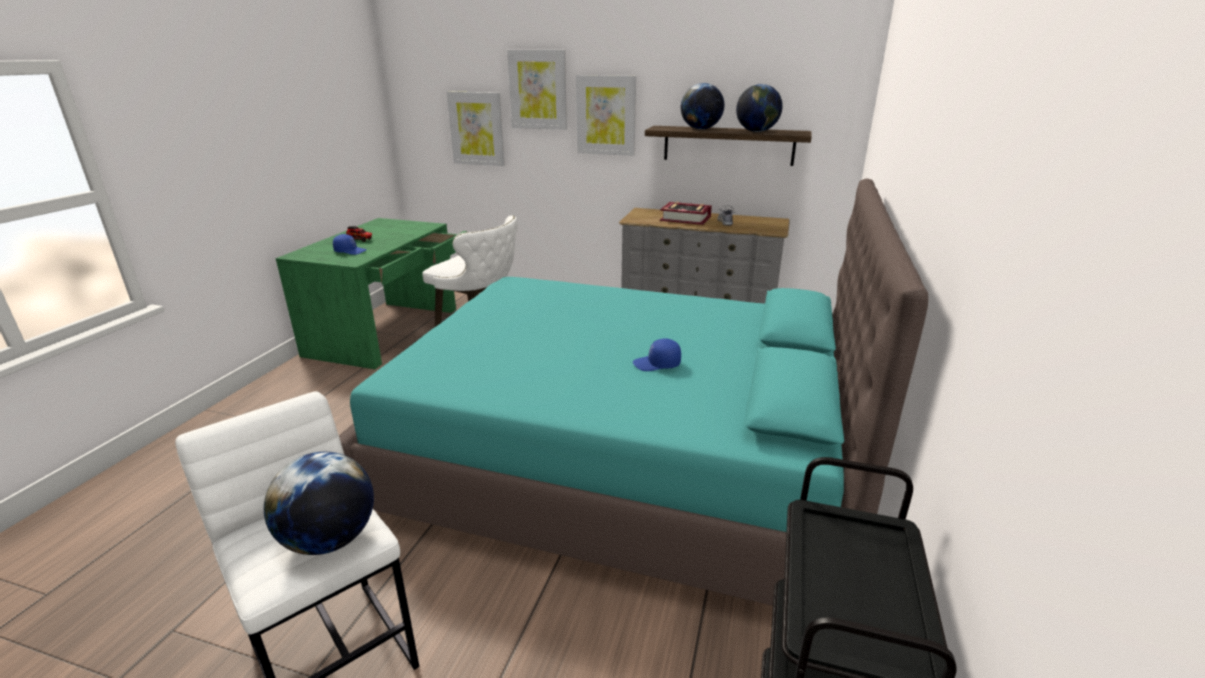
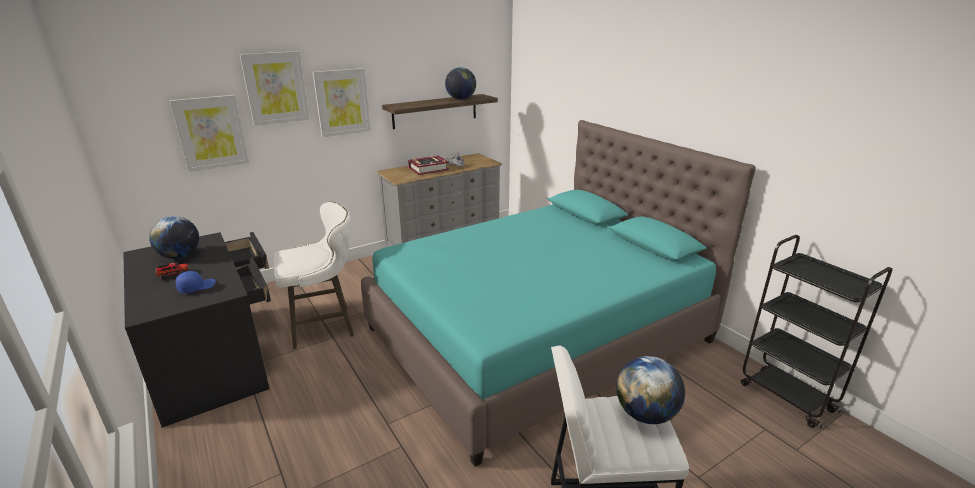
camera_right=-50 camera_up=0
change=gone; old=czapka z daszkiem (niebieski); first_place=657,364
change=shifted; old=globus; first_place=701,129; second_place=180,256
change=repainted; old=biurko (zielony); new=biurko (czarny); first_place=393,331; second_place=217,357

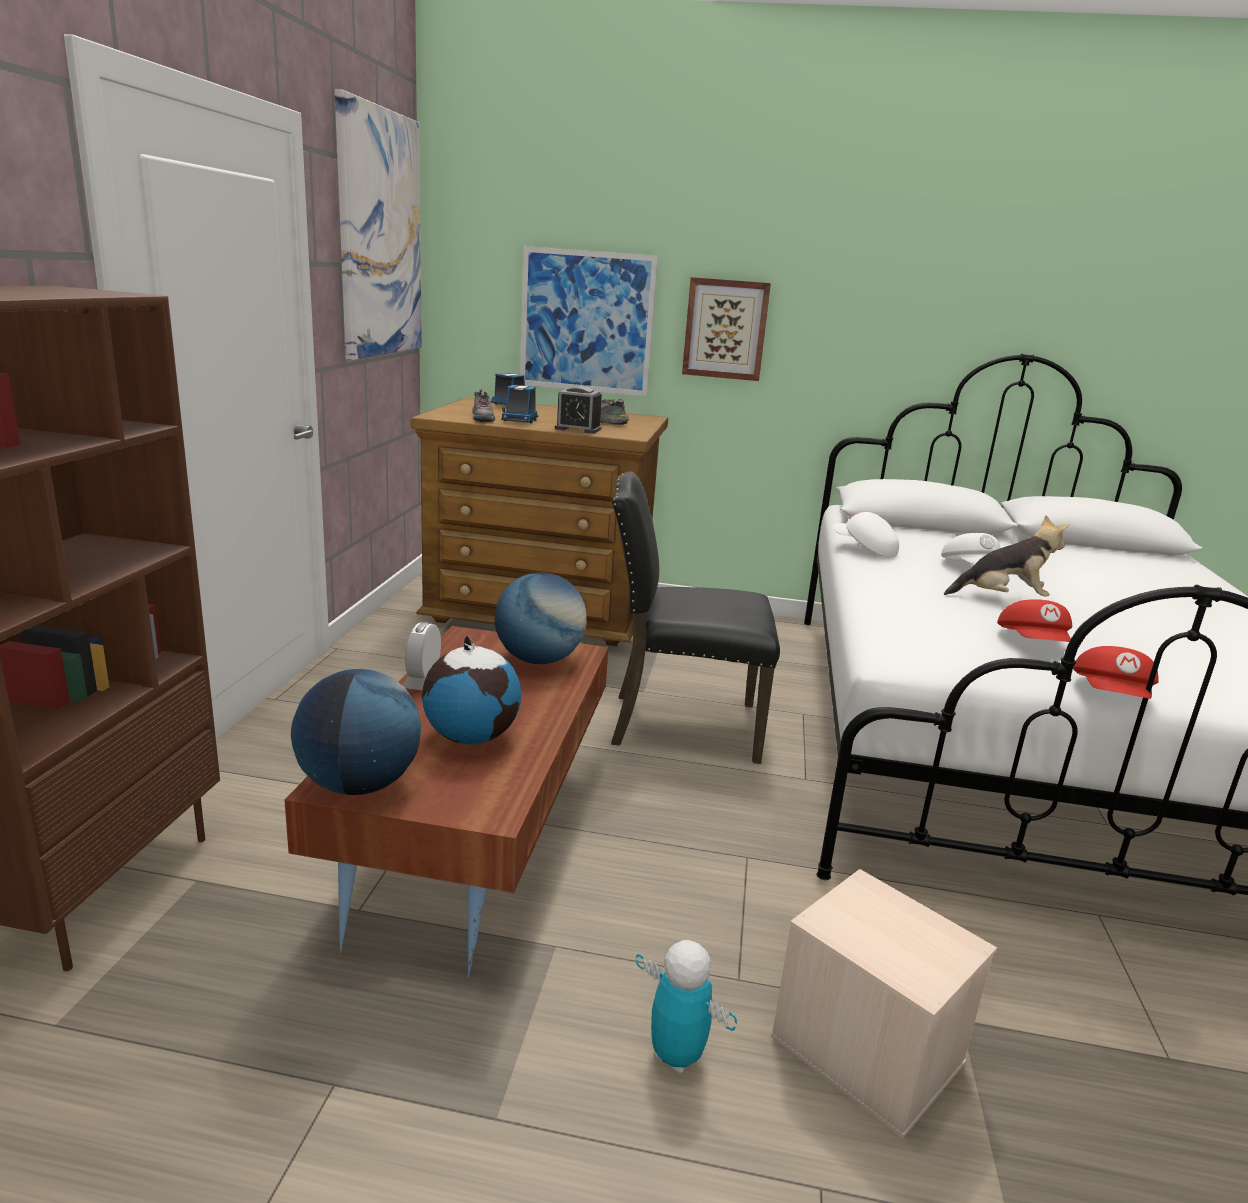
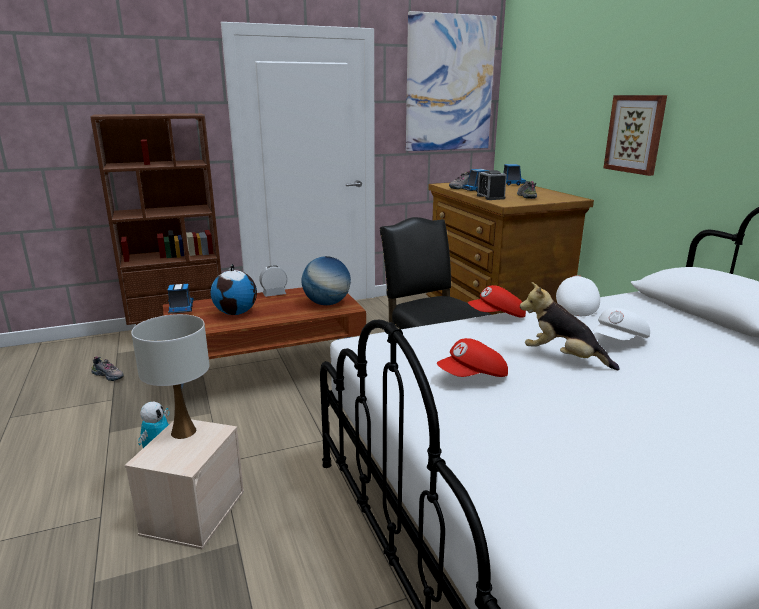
camera_right=60 camera_up=0
change=gone; old=obraz; first_place=586,322
change=new; new=but; second_place=109,376
change=new; new=lampa stołowa (biały); second_place=183,432
change=shifted; old=czapka z daszkiem (czerwony); first_place=1111,696; second_place=497,316
change=swapped; old=globus; new=ciężarówka zabawkowa; first_place=359,784; second_place=181,309
change=rotated; old=pluszak; first_place=1002,598; second_place=563,358; degrees=150

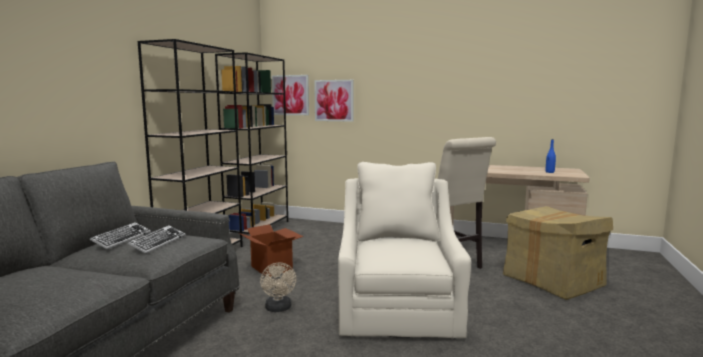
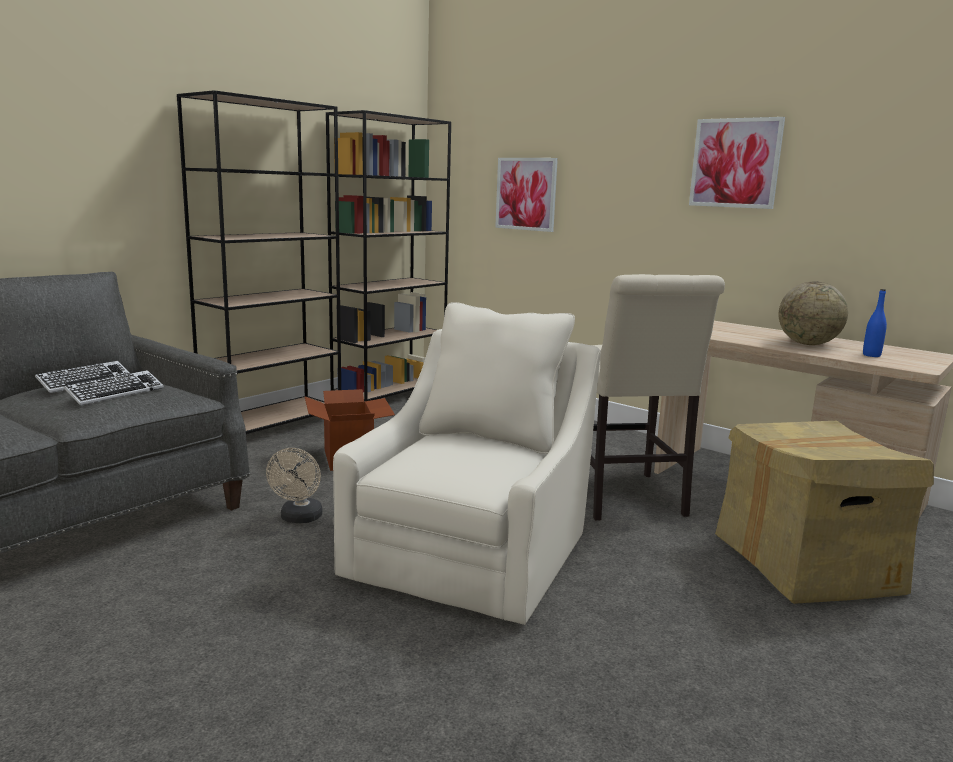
camera_right=20 camera_up=5
change=new; new=globus; second_place=807,344
change=shifted; old=obraz; first_place=290,95; second_place=735,163

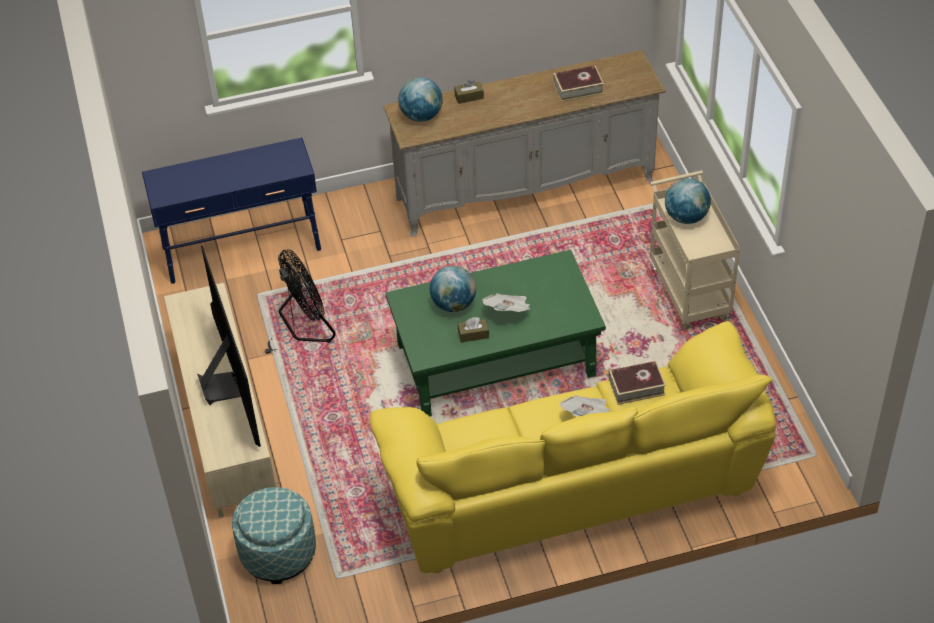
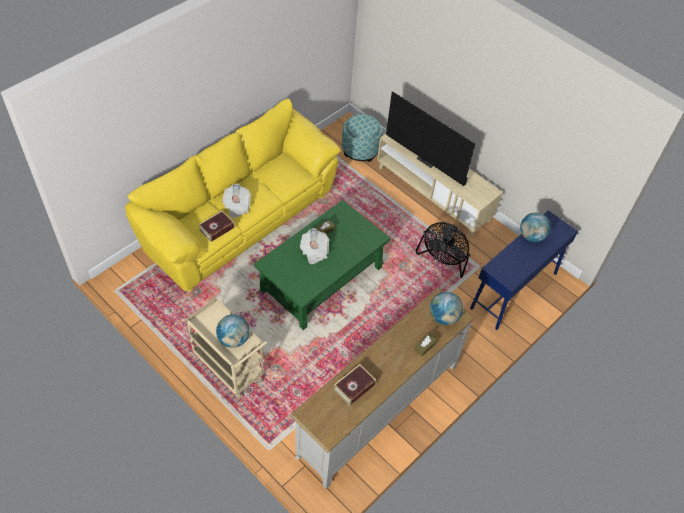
camera_right=145 camera_up=5
change=shifted; old=globus; first_place=453,304; second_place=531,236

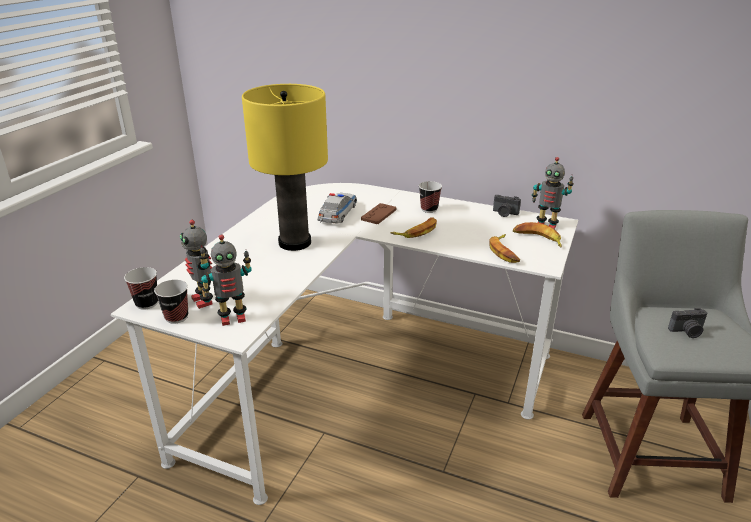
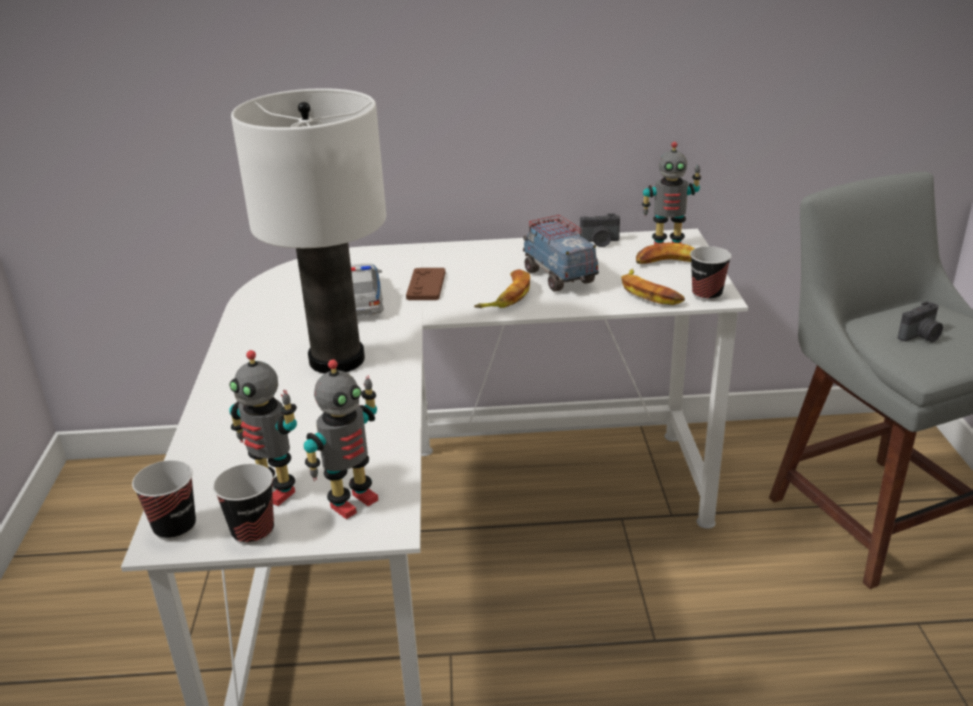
camera_right=-25 camera_up=0
change=new; new=ciężarówka zabawkowa; second_place=559,277
change=shifted; old=filiżanka; first_place=429,209; second_place=707,295
change=repainted; old=lampa stołowa (żółty); new=lampa stołowa (biały); first_place=295,243; second_place=338,360

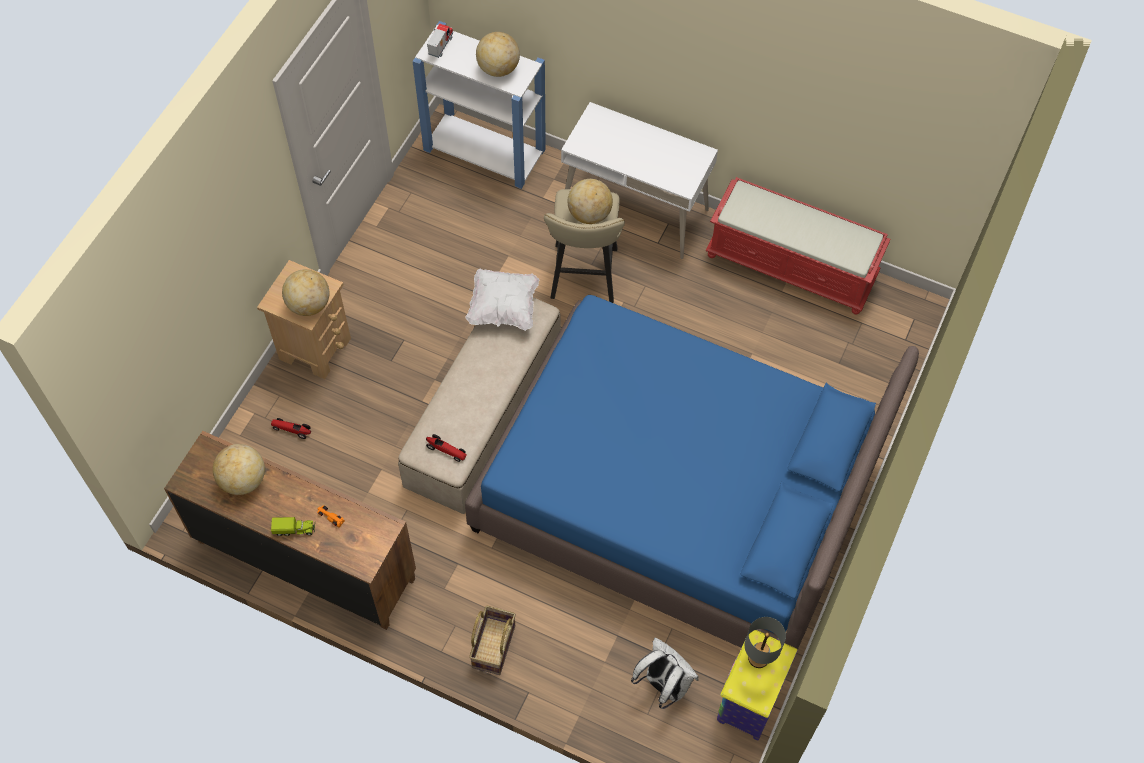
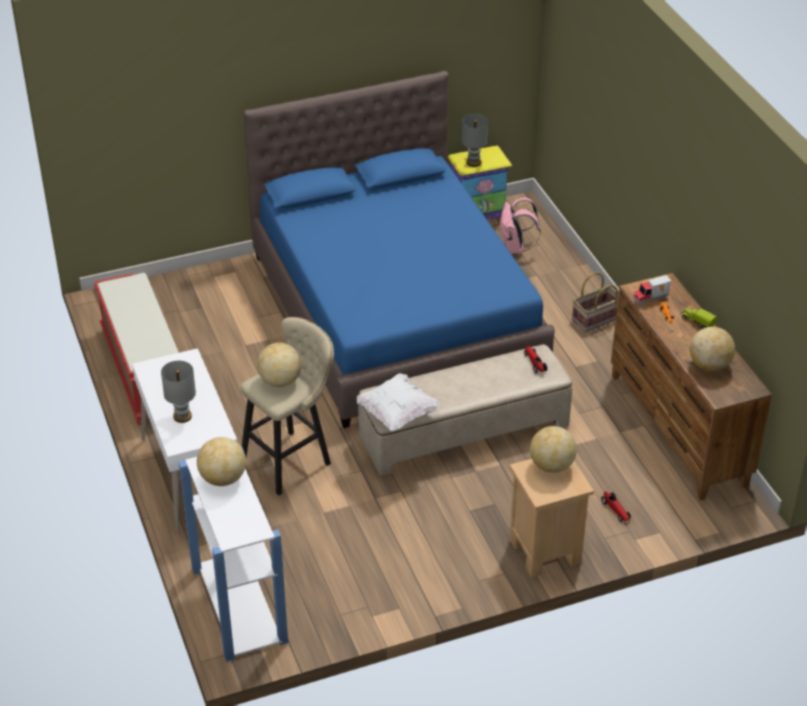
camera_right=-135 camera_up=-20
change=new; new=lampa stołowa (szary); second_place=183,416
change=shifted; old=ciężarówka zabawkowa; first_place=440,46; second_place=651,299
change=repainted; old=plecak (biały); new=plecak (różowy); first_place=663,685; second_place=515,249

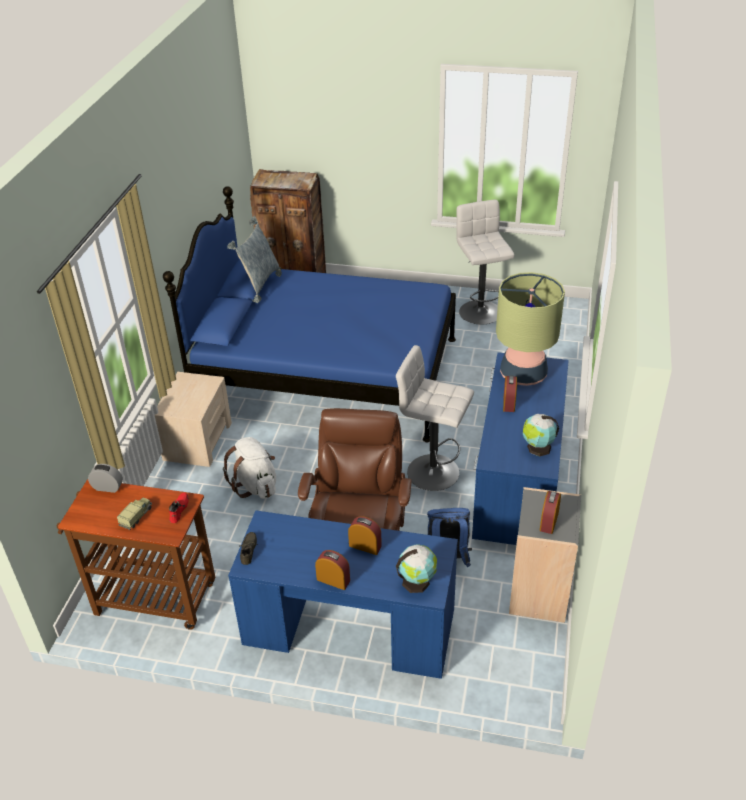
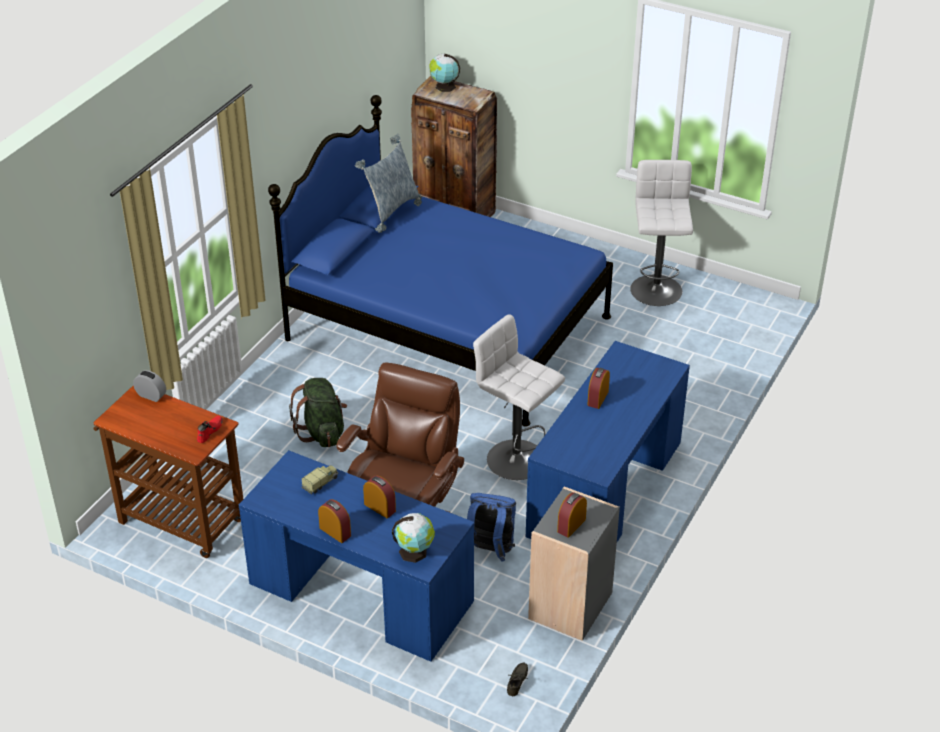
camera_right=15 camera_up=0
change=gone; old=szafka nocna (beżowy); first_place=198,440
change=gone; old=lampa stołowa; first_place=523,374
change=shifted; old=ciężarówka zabawkowa; first_place=136,516; second_place=321,483
change=shifted; old=but (szary); first_place=250,550; second_place=518,682
change=shifted; old=globus; first_place=537,448; second_place=444,86
change=repainted; old=plecak (biały); new=plecak (zielony); first_place=255,485; second_place=322,432

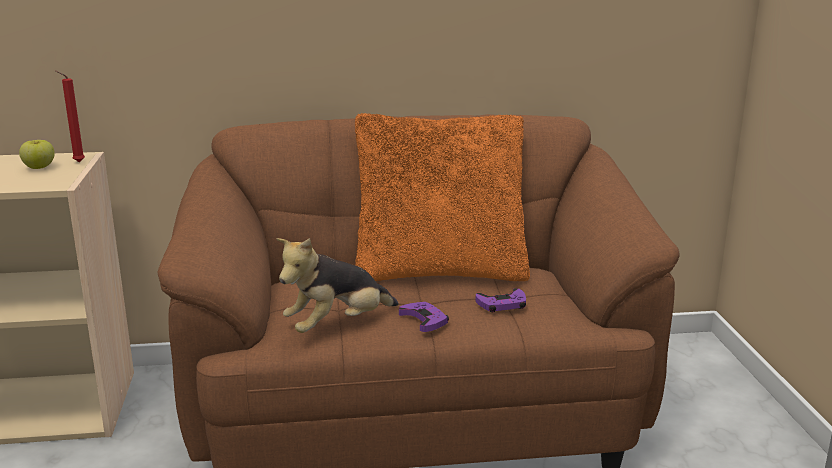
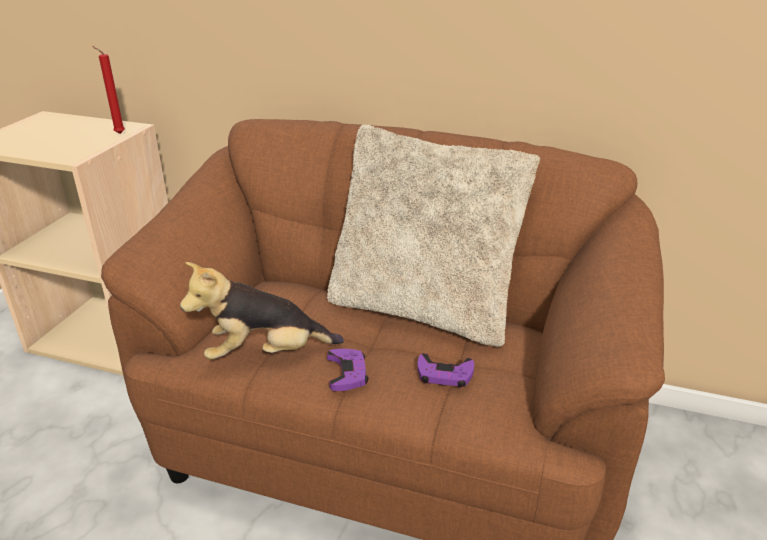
camera_right=25 camera_up=10
change=gone; old=jabłko; first_place=39,167
change=repainted; old=poduszka (pomarańczowy); new=poduszka (beżowy); first_place=441,267; second_place=424,304

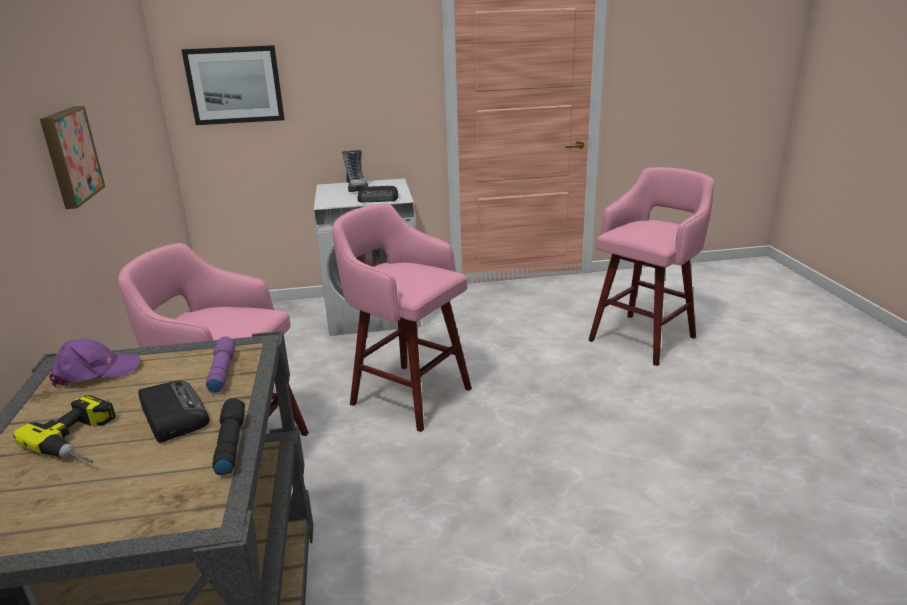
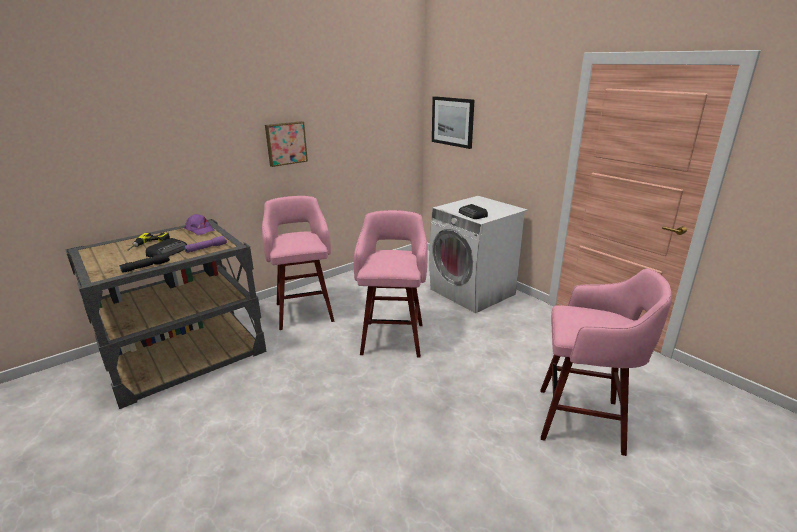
camera_right=60 camera_up=0
change=gone; old=but z cholewką; first_place=356,187

